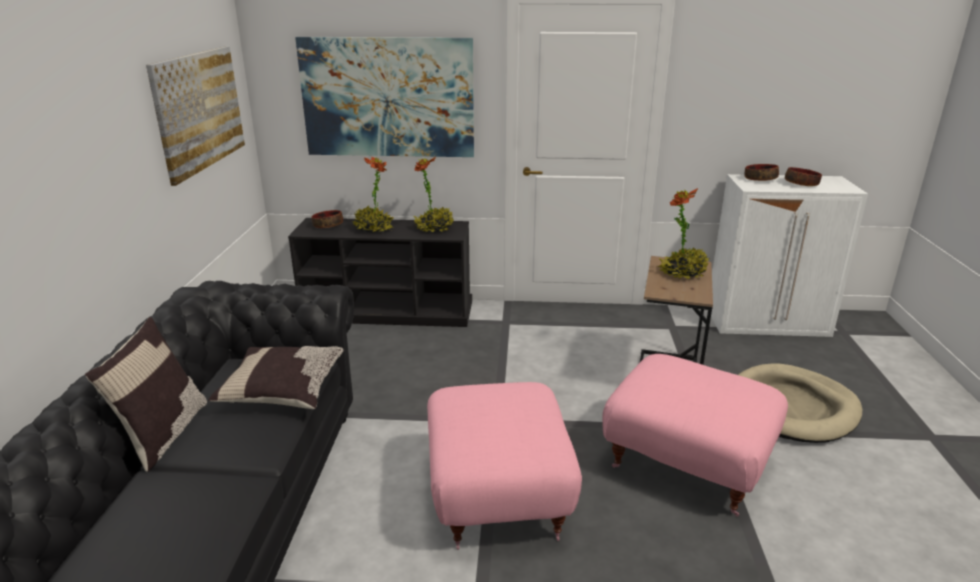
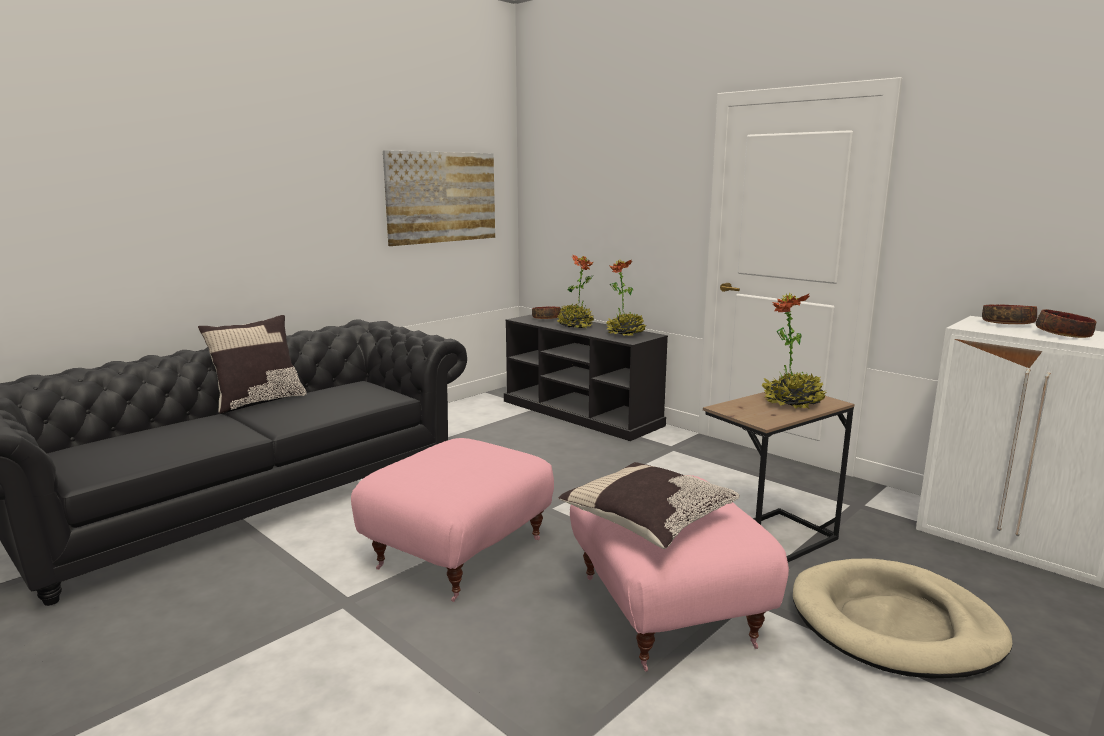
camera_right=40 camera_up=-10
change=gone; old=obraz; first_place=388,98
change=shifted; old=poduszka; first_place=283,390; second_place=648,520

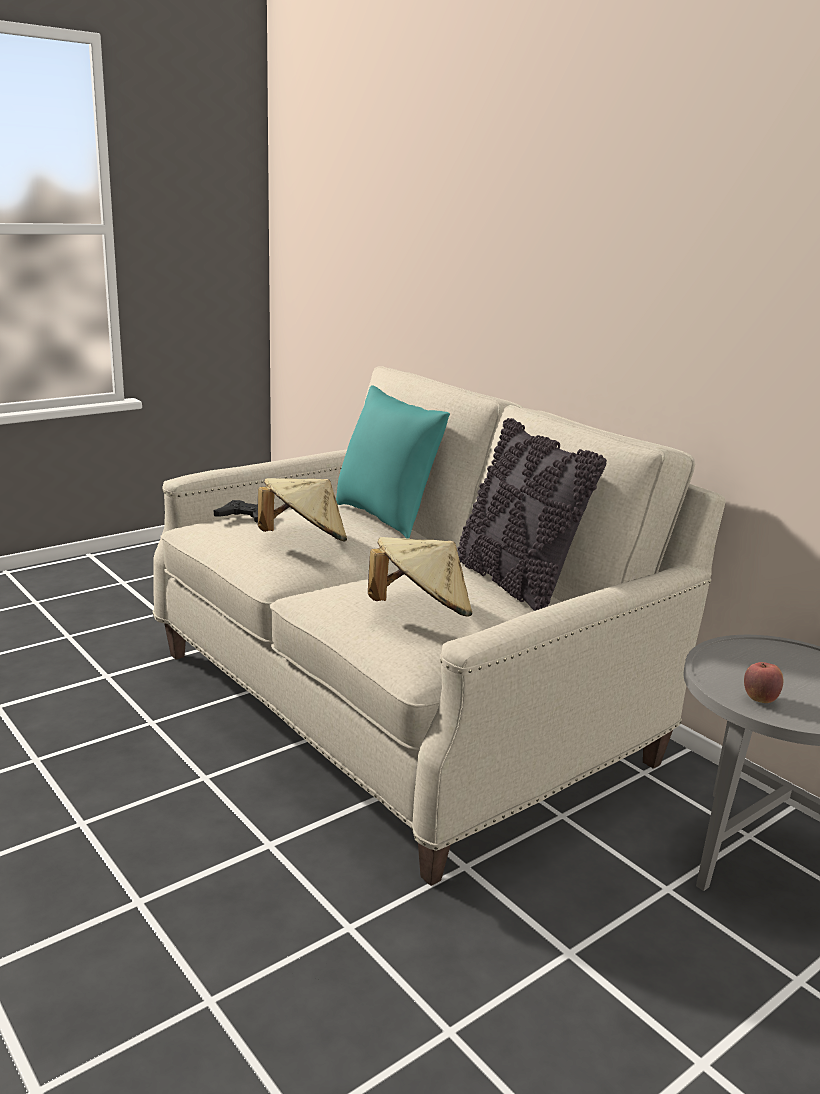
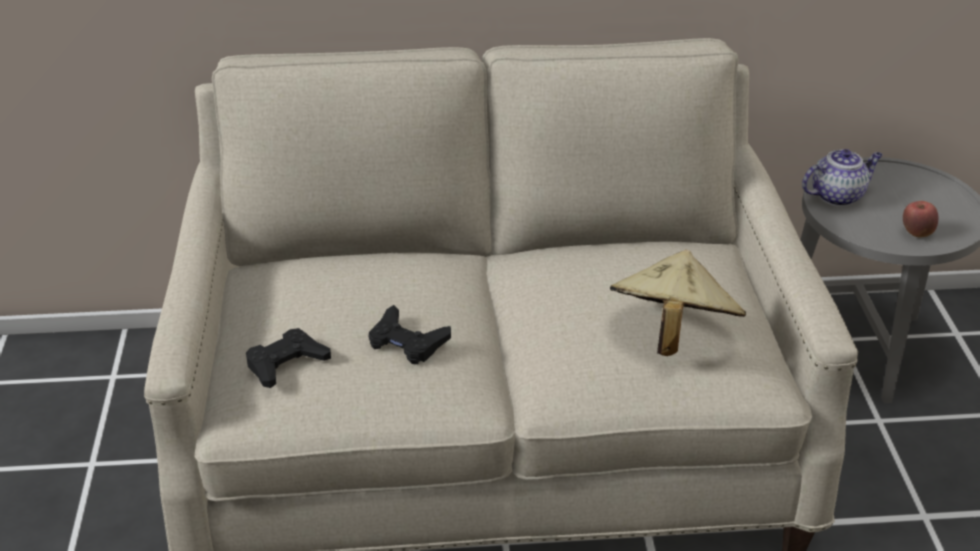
camera_right=-55 camera_up=15
change=gone; old=poduszka (turkusowy); first_place=386,518
change=gone; old=poduszka (czarny); first_place=515,584
change=new; new=imbryk; second_place=838,195
change=swapped; old=kapelusz (beżowy); new=pad do gier (czarny); first_place=305,540; second_place=407,342

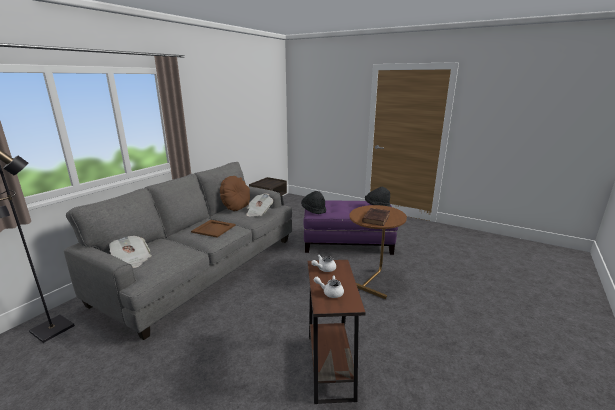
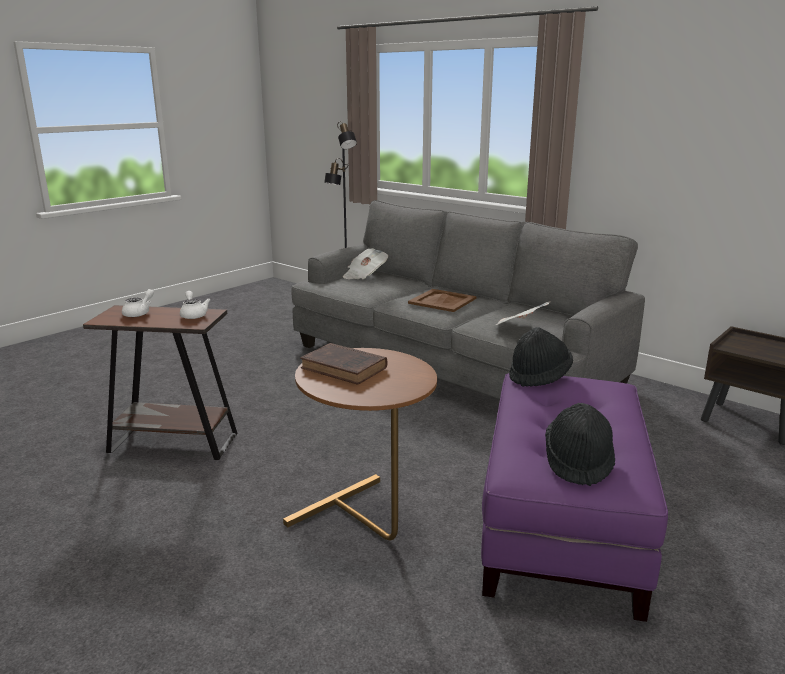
camera_right=100 camera_up=0
change=gone; old=poduszka (brązowy); first_place=236,208

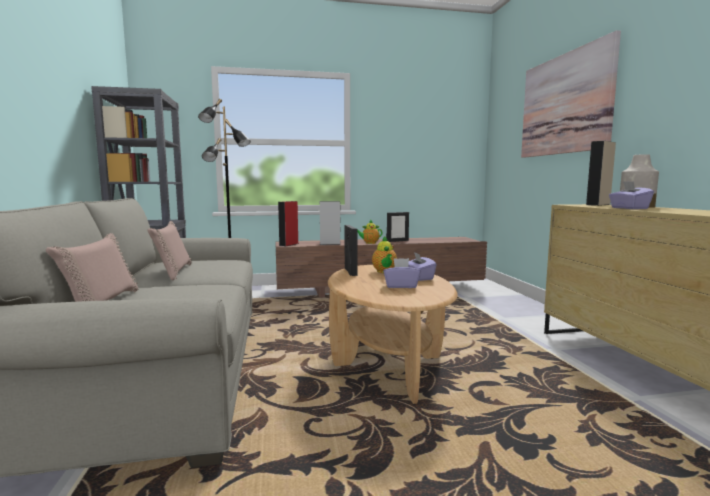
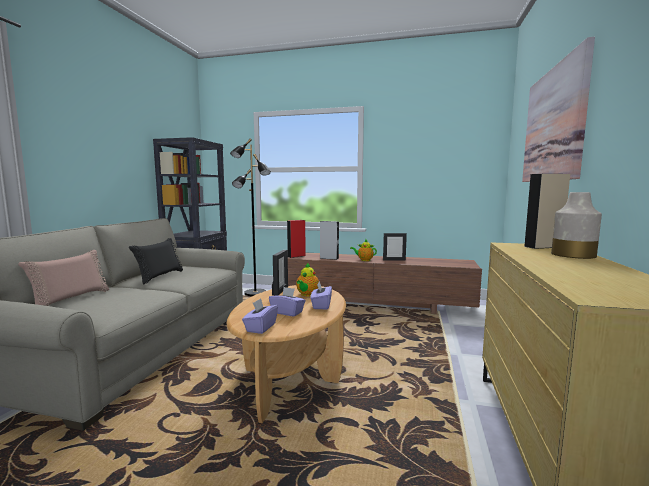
camera_right=25 camera_up=0
change=shifted; old=pudełko chusteczek (fioletowy); first_place=628,208; second_place=260,327
change=repainted; old=poduszka (beżowy); new=poduszka (czarny); first_place=173,272; second_place=159,276

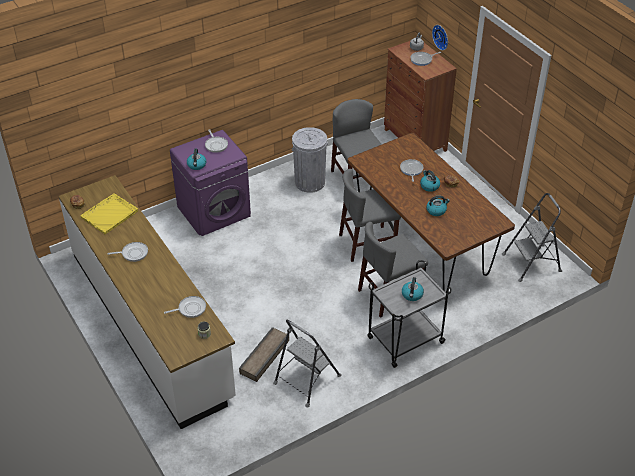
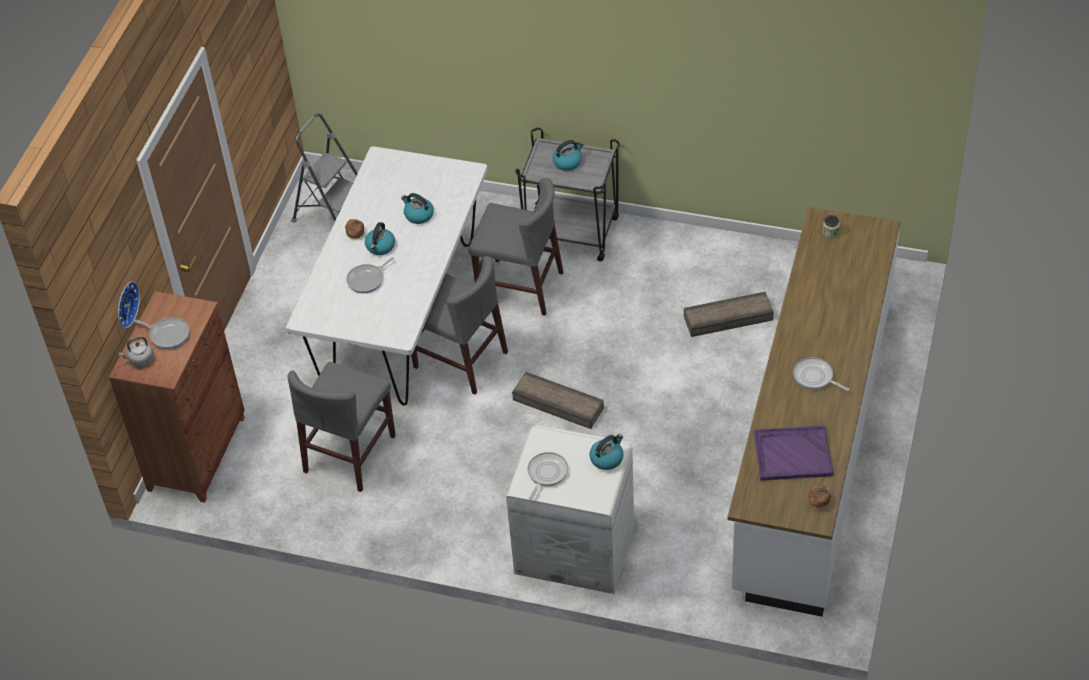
camera_right=-130 camera_up=5
change=gone; old=patelnia; first_place=190,309
change=gone; old=drabinka (szary); first_place=306,380
change=gone; old=kosz na śmieci (szary); first_place=310,182
change=new; new=skrzynka; second_place=558,403
change=repainted; old=taca (żółty); new=taca (fioletowy); first_place=110,214; second_place=791,454
change=repainted; old=pralka (fioletowy); new=pralka (biały); first_place=216,211; second_place=574,545
change=repainted; old=stół jadalny (brązowy); new=stół jadalny (biały); first_place=423,241; second_place=400,315

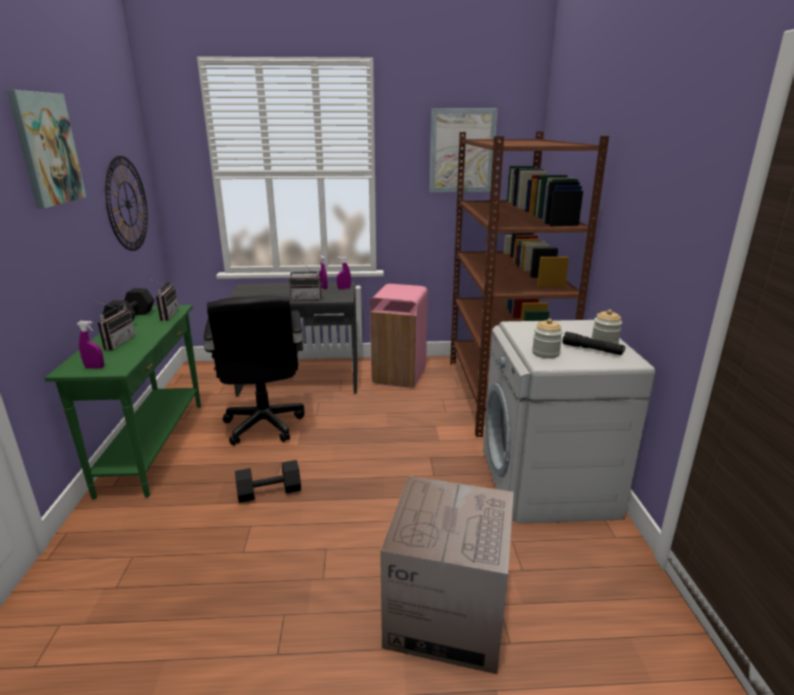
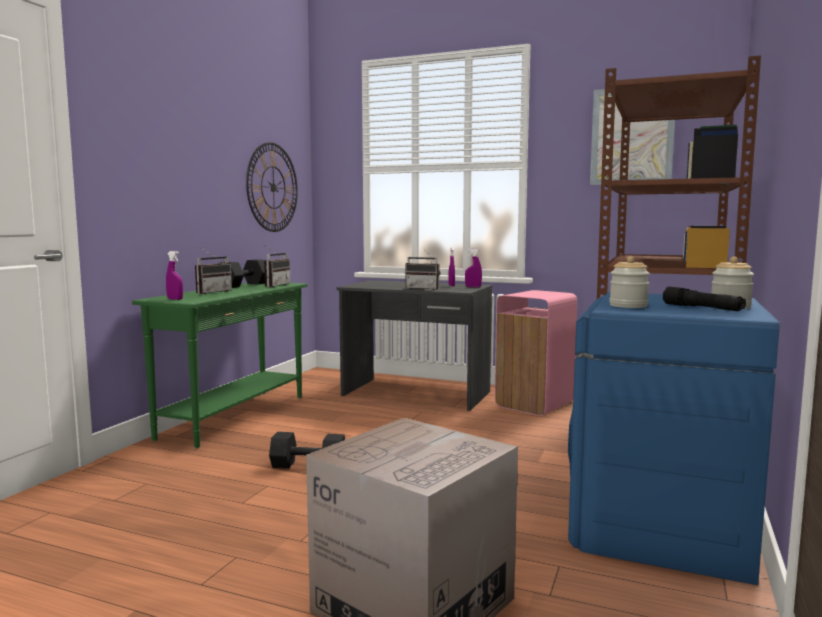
camera_right=25 camera_up=-15
change=gone; old=obraz; first_place=46,149
change=gone; old=krzesło biurowe (czarny); first_place=265,428
change=repainted; old=pralka (biały); new=pralka (niebieski); first_place=545,482; second_place=656,523

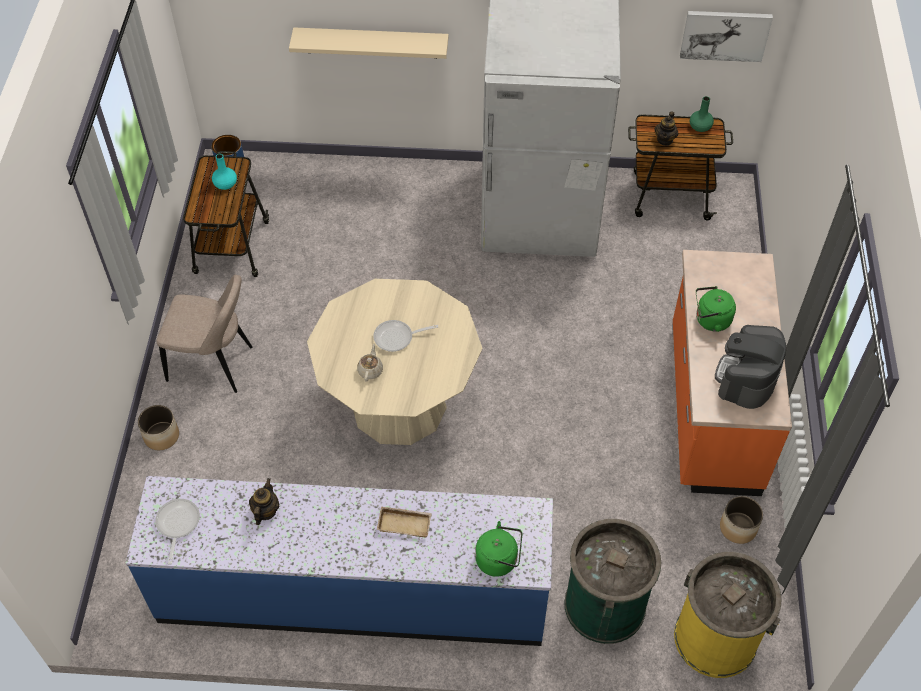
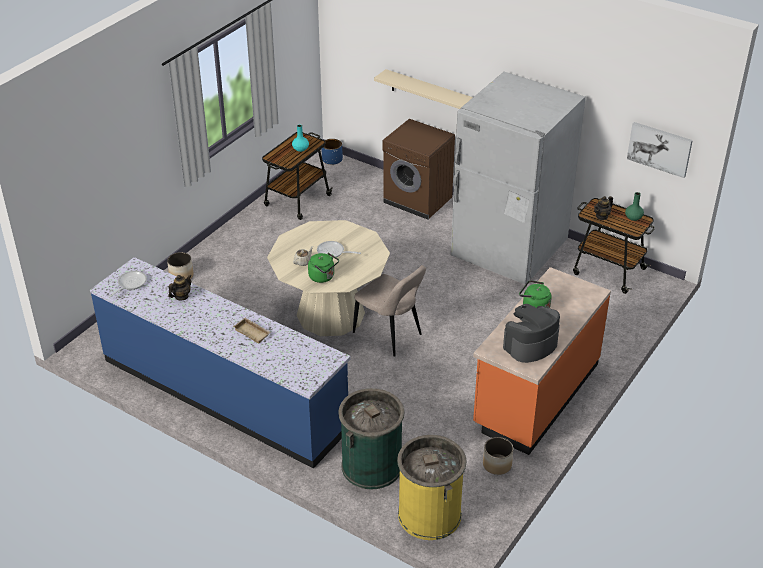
camera_right=30 camera_up=-15
change=new; new=pralka (brązowy); second_place=417,201
change=shifted; old=krzesło (beżowy); first_place=214,365; second_place=390,335
change=shifted; old=czajnik (zielony); first_place=499,560; second_place=323,277

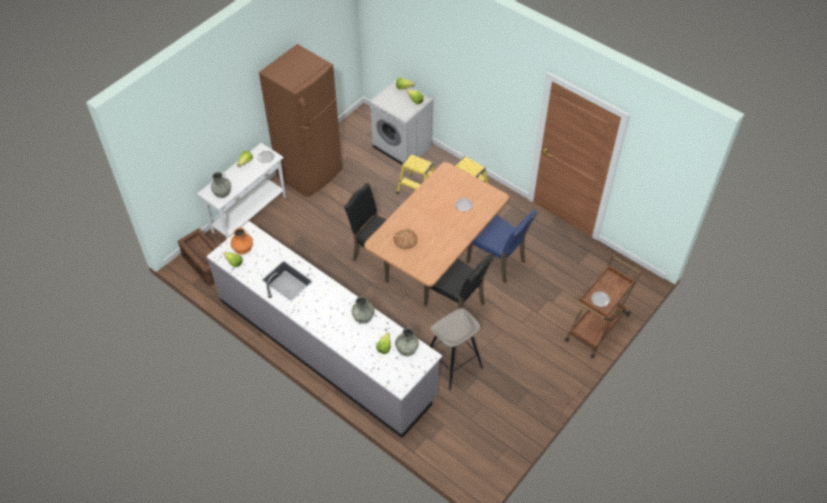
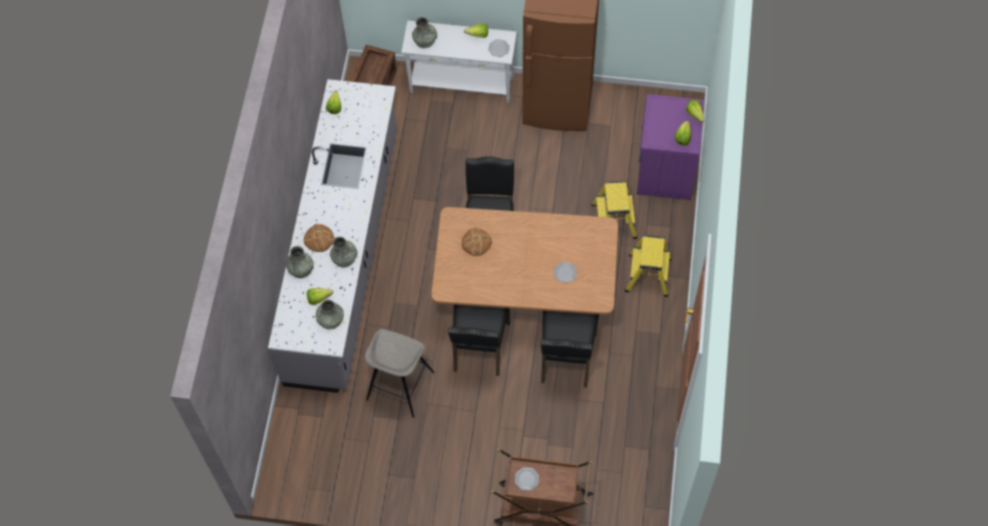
camera_right=60 camera_up=10
change=gone; old=wazon (pomarańczowy); first_place=242,247
change=new; new=wazon (szary); second_place=301,269
change=new; new=chleb; second_place=319,238
change=repainted; old=pralka (biały); new=pralka (fioletowy); first_place=401,147; second_place=664,171
change=repainted; old=krzesło (niebieski); new=krzesło (czarny); first_place=497,261; second_place=566,359

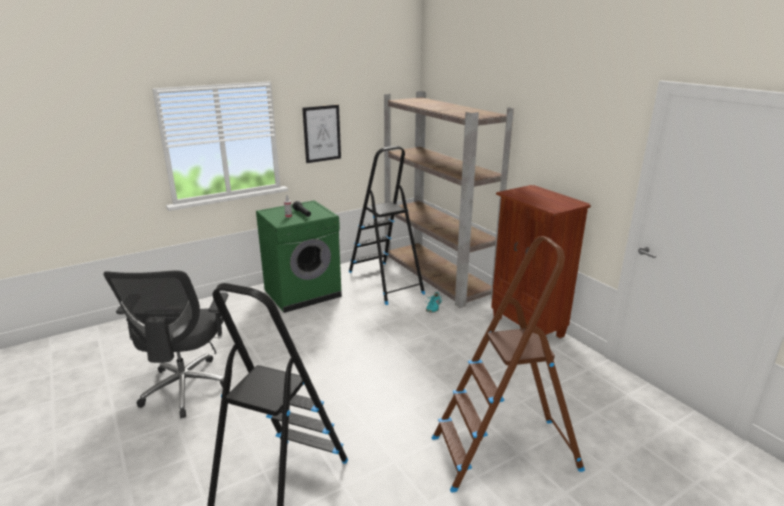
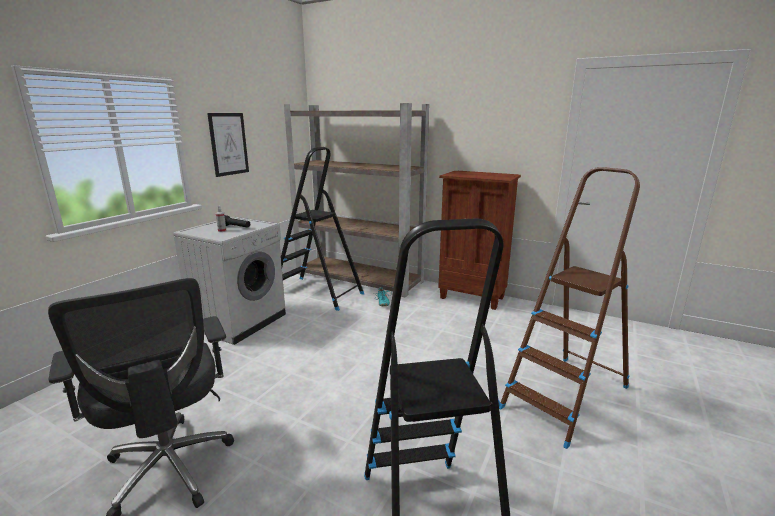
camera_right=-30 camera_up=-5
change=repainted; old=pralka (zielony); new=pralka (biały); first_place=303,294; second_place=241,322

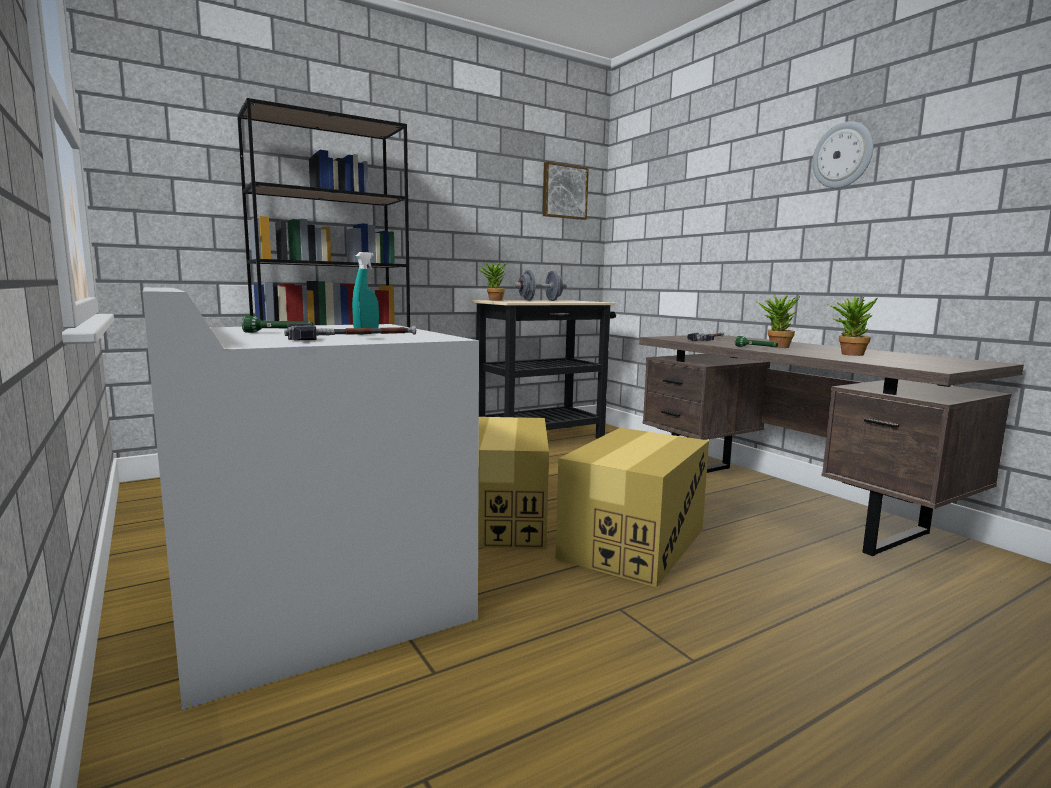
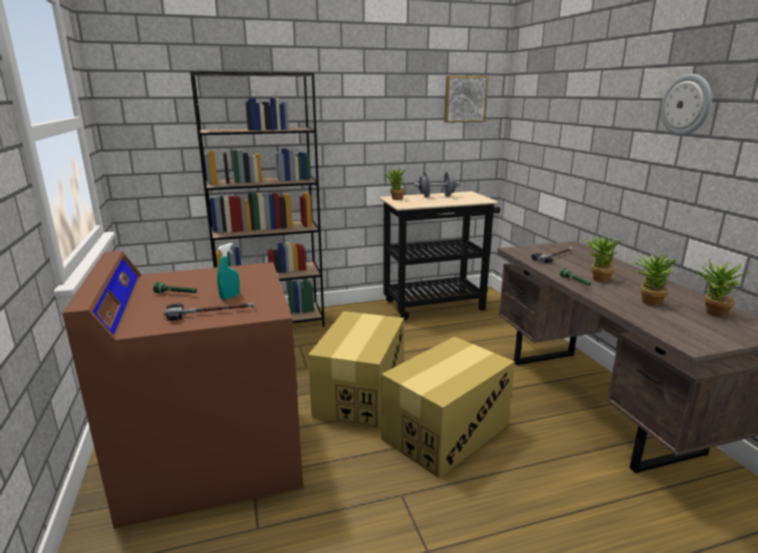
camera_right=15 camera_up=10
change=new; new=roślina doniczkowa; second_place=712,313
change=repainted; old=pralka (biały); new=pralka (brązowy); first_place=317,597; second_place=214,452

